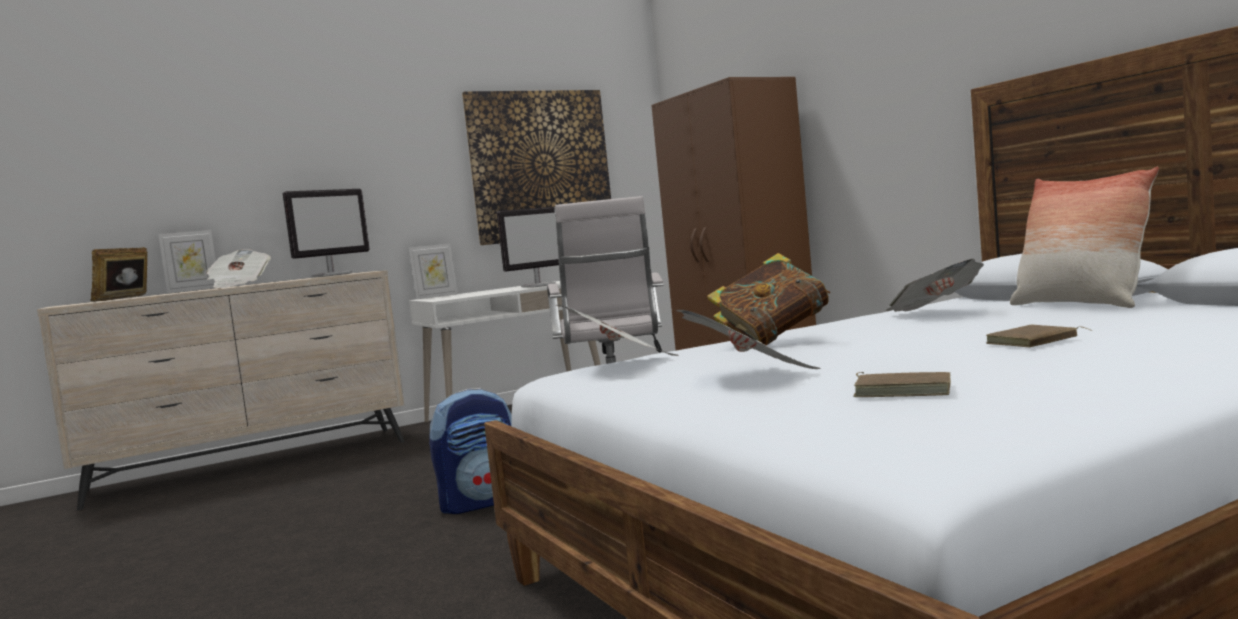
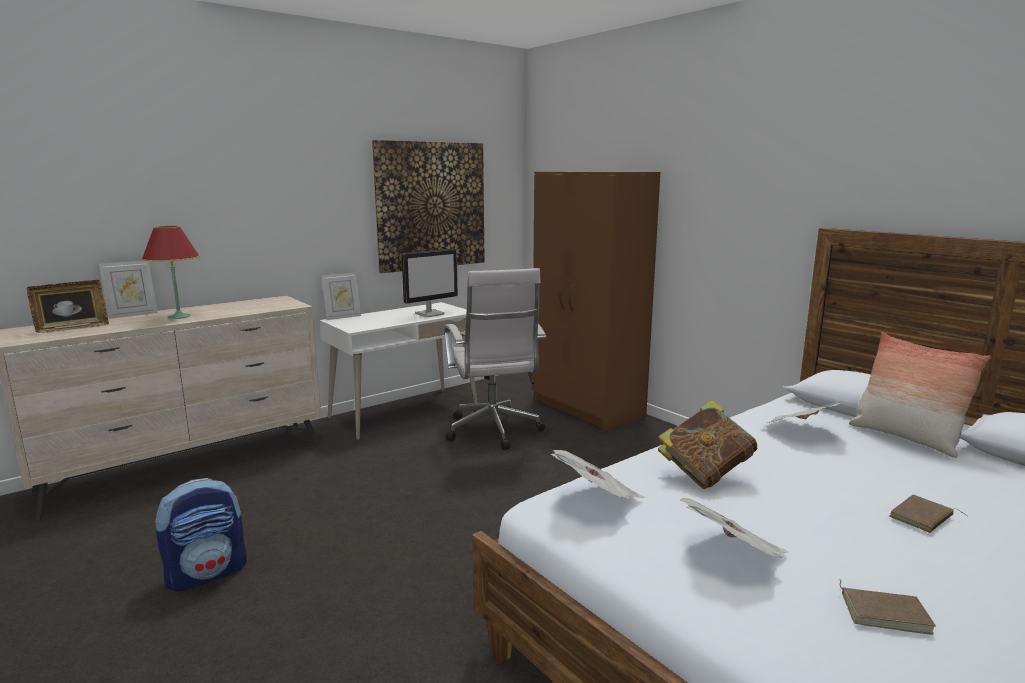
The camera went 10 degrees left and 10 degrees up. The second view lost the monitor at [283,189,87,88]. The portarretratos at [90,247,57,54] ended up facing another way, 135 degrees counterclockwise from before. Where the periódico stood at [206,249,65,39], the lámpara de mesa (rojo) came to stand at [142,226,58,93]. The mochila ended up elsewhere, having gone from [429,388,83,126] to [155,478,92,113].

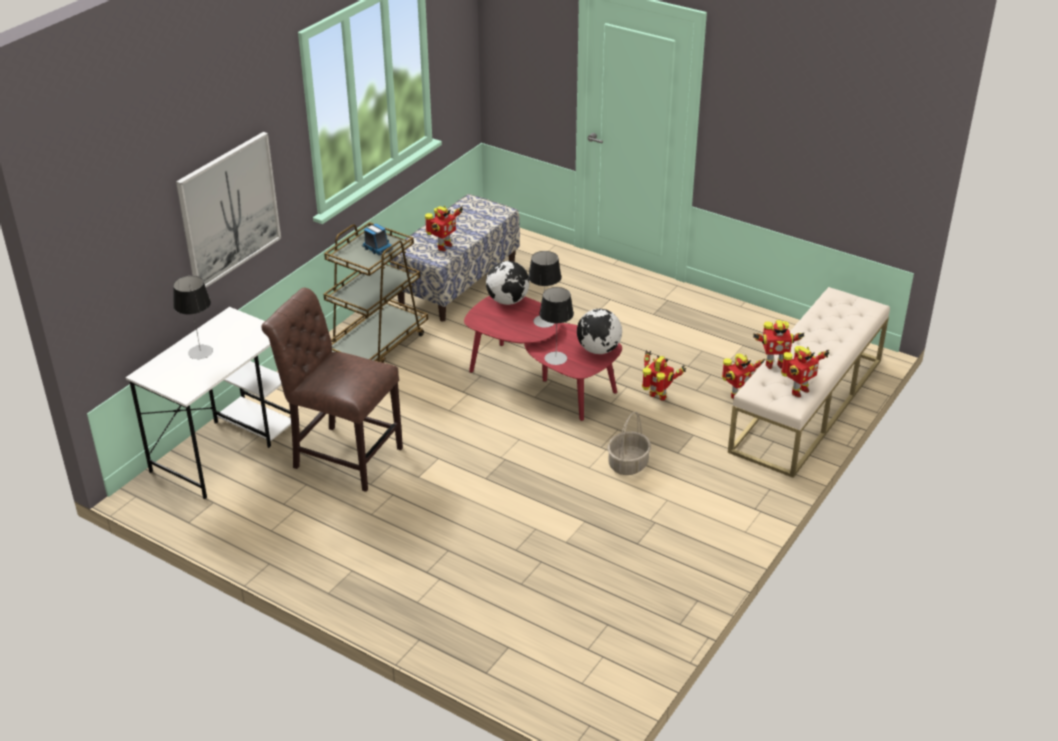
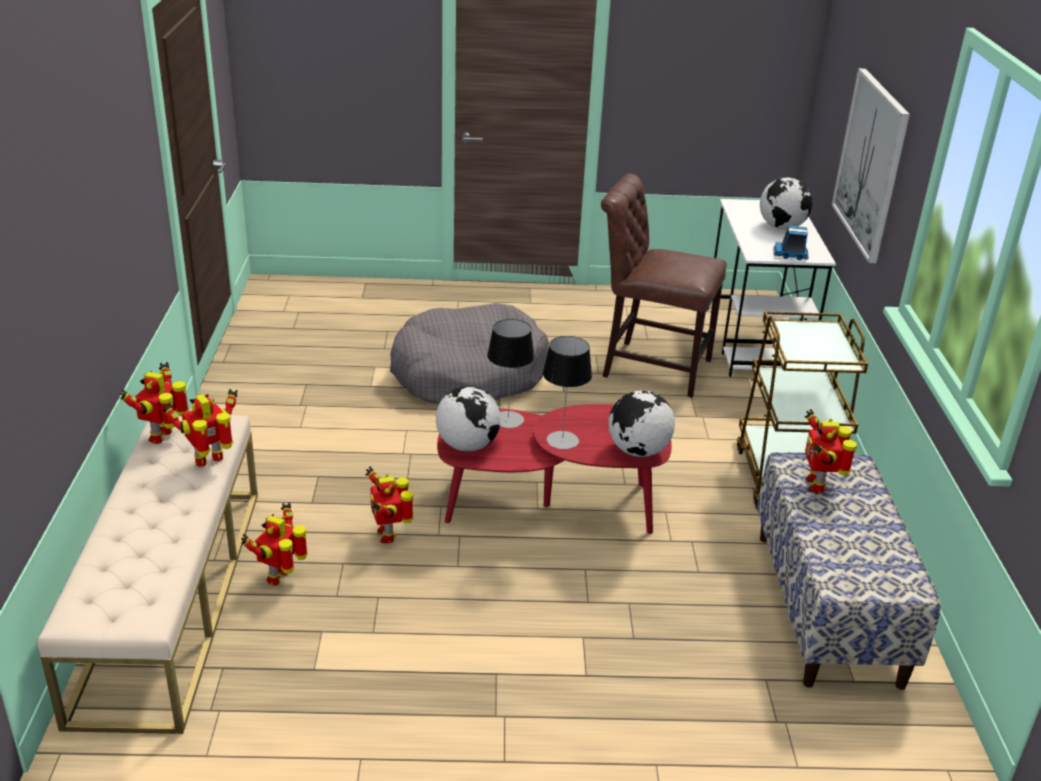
The camera went 145 degrees right and 5 degrees down. The camión de juguete ended up elsewhere, having gone from [362,224,31,32] to [773,226,36,34]. Where the lámpara de mesa stood at [173,276,40,83], the globo terráqueo came to stand at [760,177,52,53]. The silla (marrón) at [261,288,142,204] ended up facing another way, 150 degrees counterclockwise from before. The robot de juguete at [642,350,44,51] ended up facing another way, 75 degrees clockwise from before. The second view lost the cesta at [608,412,43,63]. The second view gained the cama para perro (gris) at [390,303,159,100].

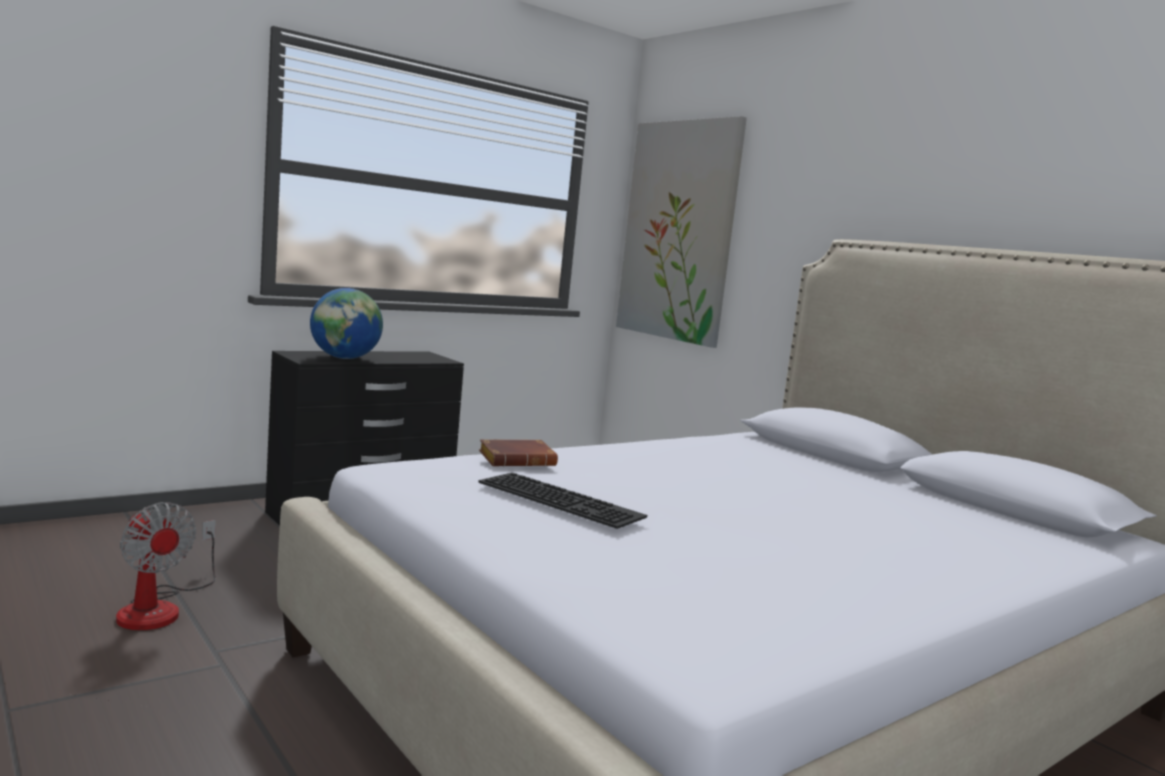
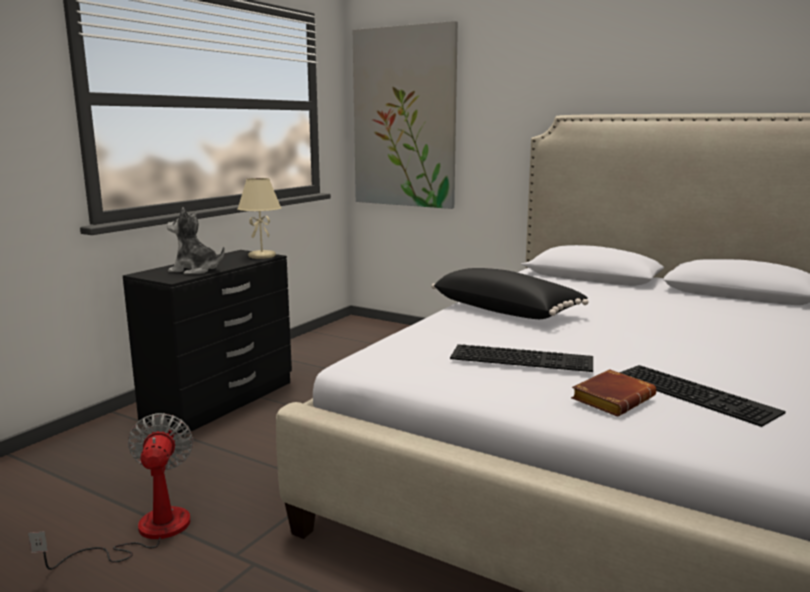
The camera went 20 degrees left and 5 degrees up. Where the globo terráqueo stood at [310,288,73,71], the peluche came to stand at [167,207,58,68]. The libro (marrón) ended up elsewhere, having gone from [479,439,79,28] to [571,369,85,47]. The ventilador at [116,502,100,128] ended up facing another way, 120 degrees counterclockwise from before. The second view gained the lámpara de mesa (beis) at [237,178,44,81]. The second view gained the cojín (negro) at [431,268,158,51]. The second view gained the teclado at [619,365,167,62].

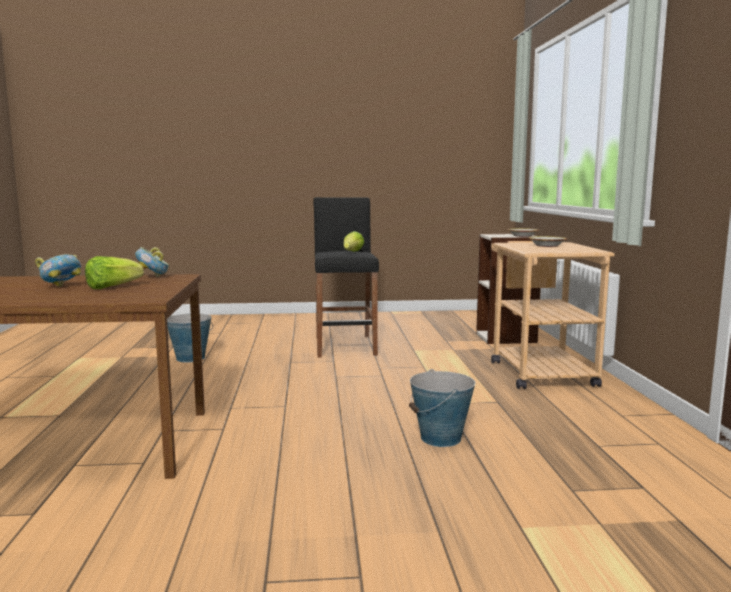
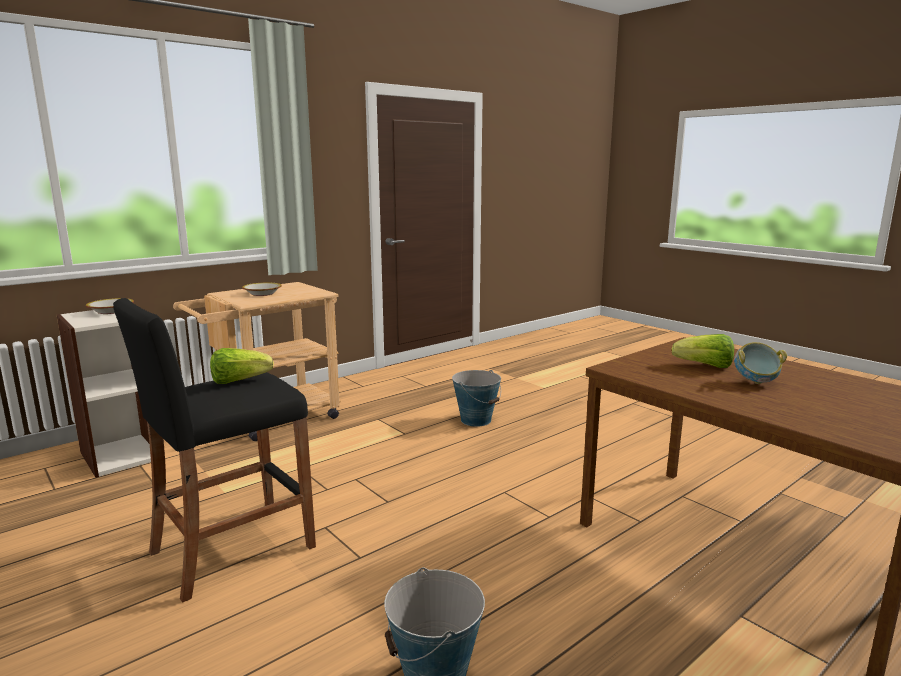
The camera went 125 degrees left and 5 degrees up. The second view lost the cuenco at [135,247,34,30].

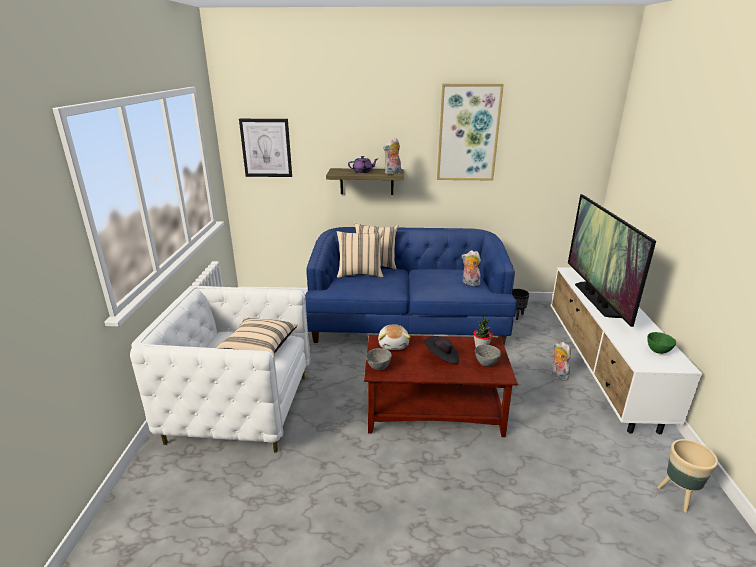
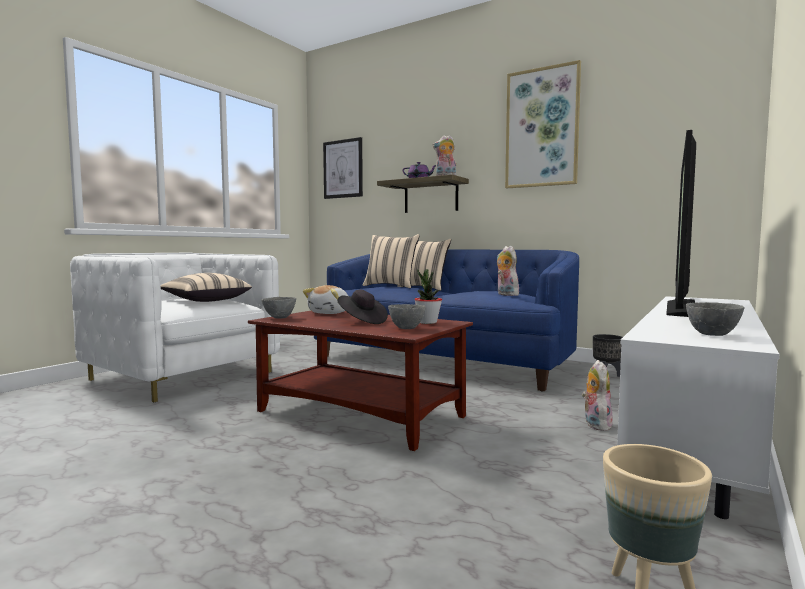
The camera went 30 degrees right and 20 degrees down. What was the cuenco (verde) at [648,332,28,22] turned into the cuenco (gris) at [686,302,58,34].

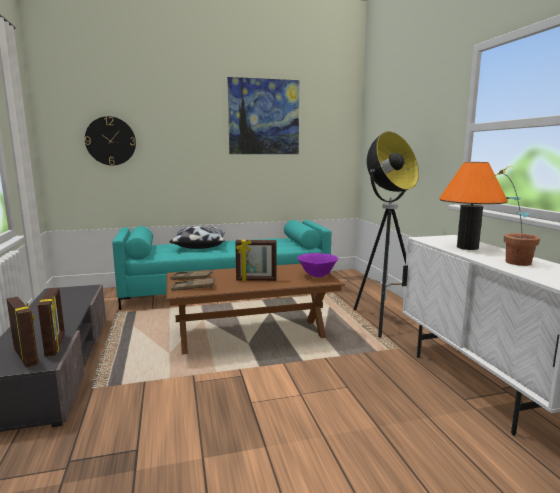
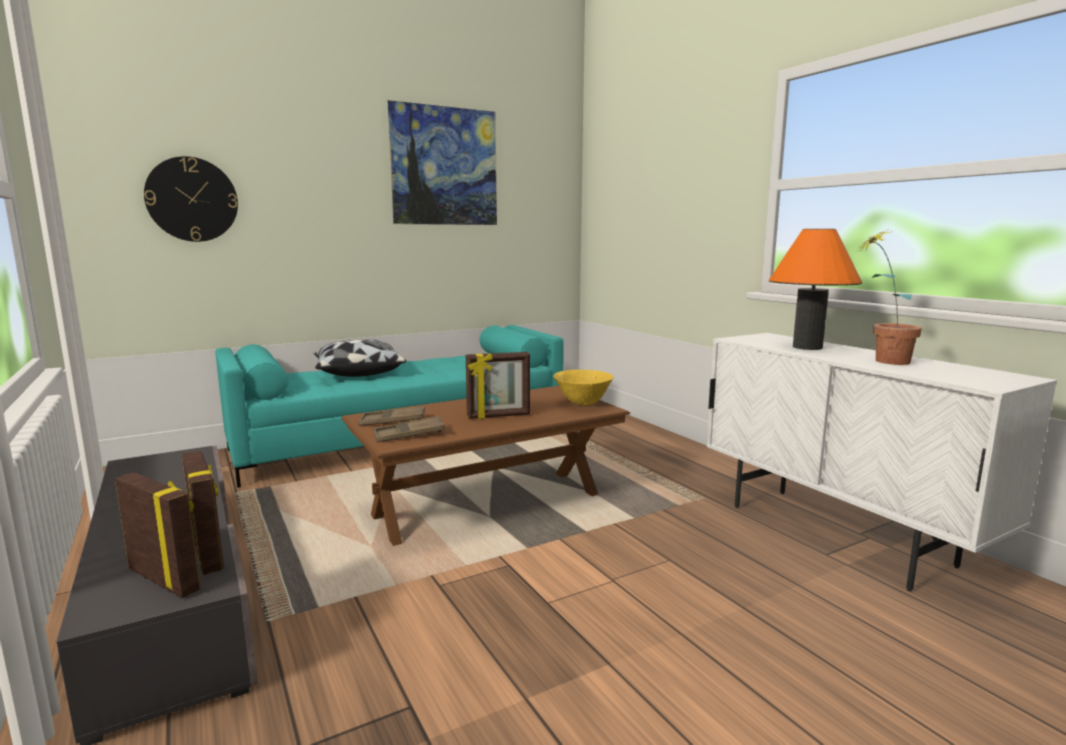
The camera went 15 degrees left and 0 degrees up. The second view lost the lámpara de pie at [354,131,65,207]. What was the cuenco (morado) at [298,253,40,24] turned into the cuenco (amarillo) at [553,370,60,35].

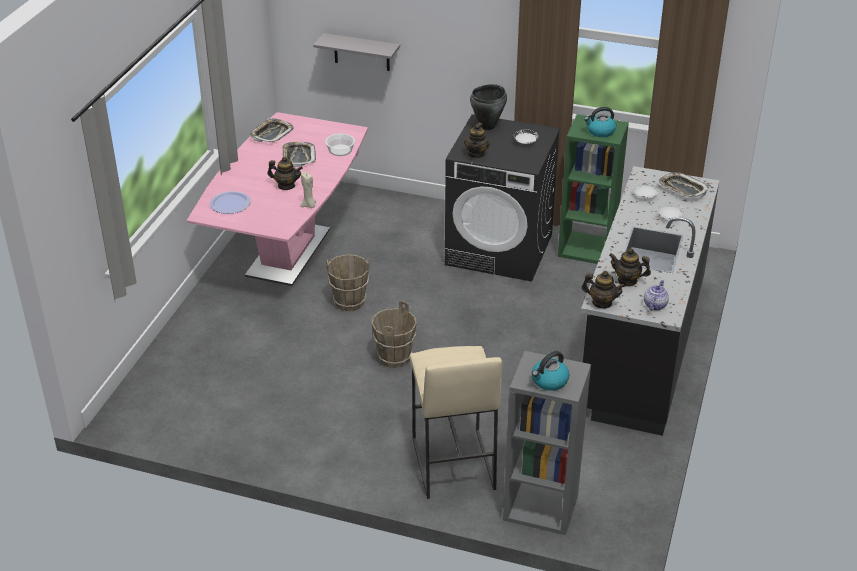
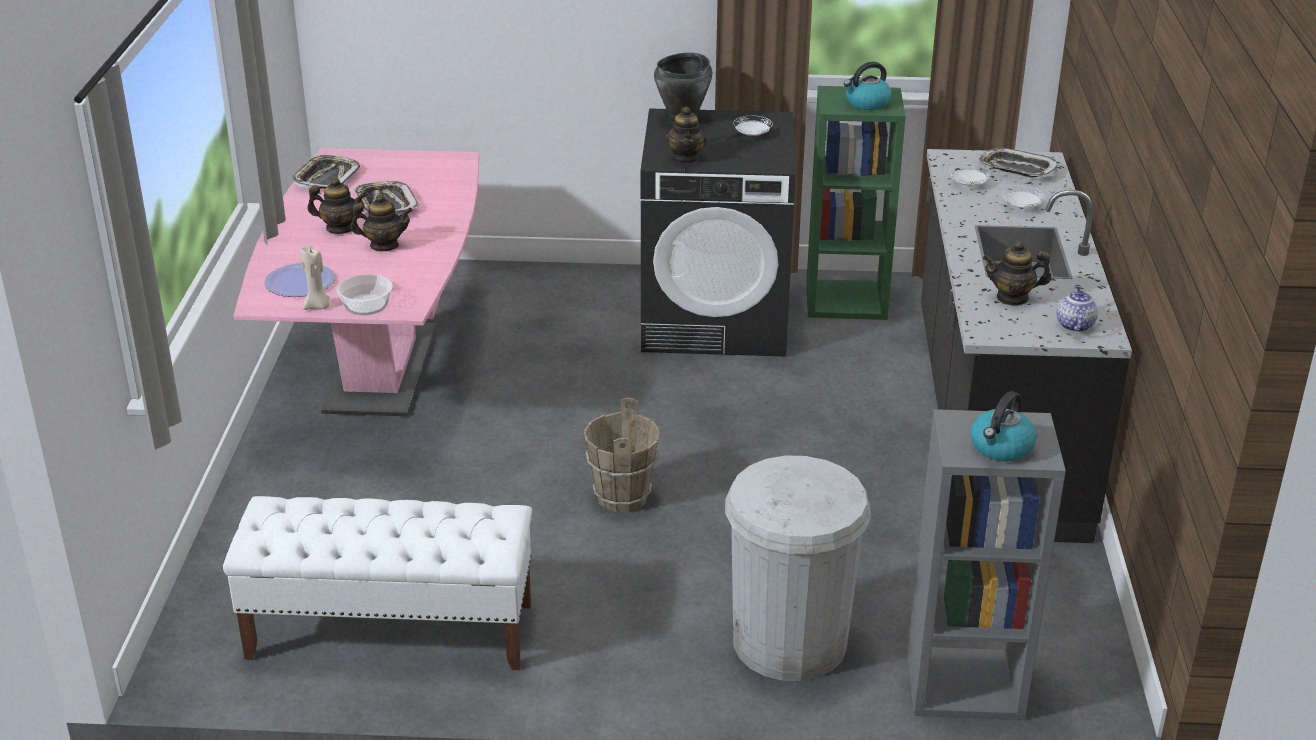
The camera went 15 degrees left and 5 degrees down. The second view lost the estante (gris) at [313,33,87,38]. The cuenco ended up elsewhere, having gone from [325,134,30,22] to [337,274,55,41]. The vela (beis) ended up elsewhere, having gone from [300,172,17,36] to [301,245,29,65]. The second view lost the cubo (marrón) at [326,254,43,57]. The tetera ended up elsewhere, having gone from [582,271,44,38] to [307,177,60,57]. Where the taburete (beis) stood at [410,346,92,153], the papelera (blanco) came to stand at [725,455,146,226]. The second view gained the banco (blanco) at [223,496,309,174].

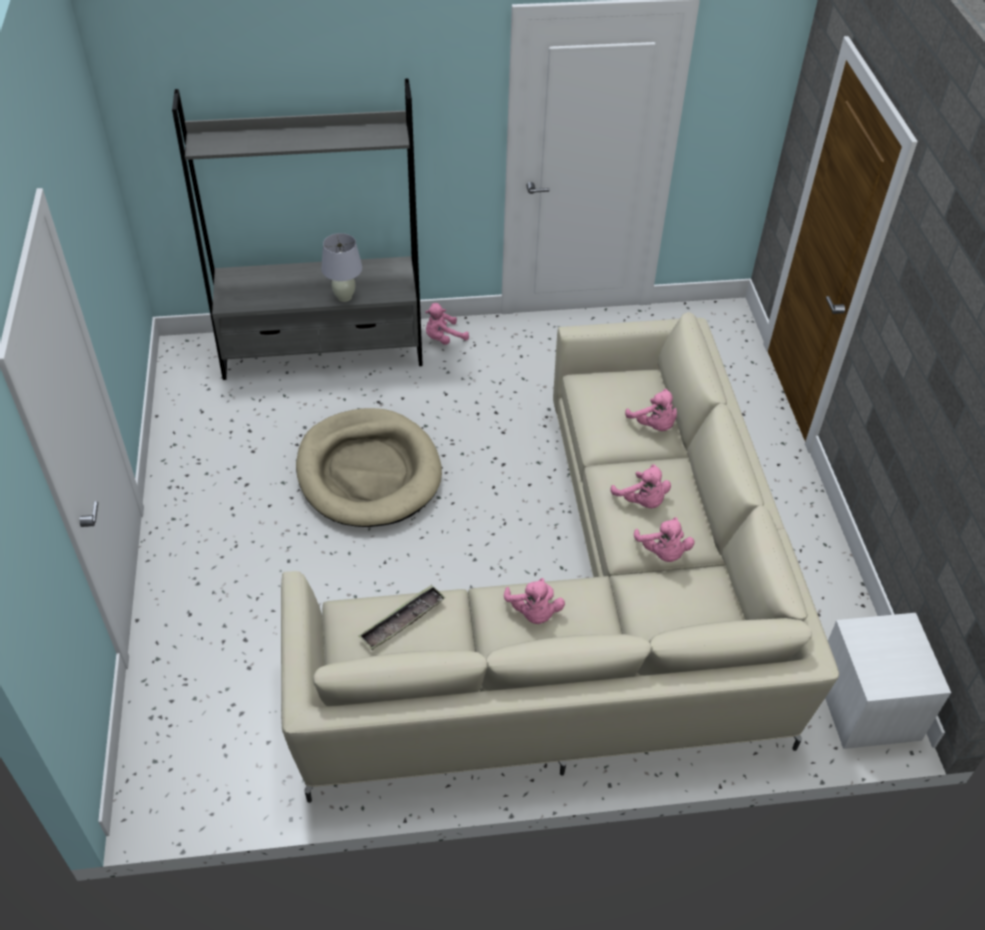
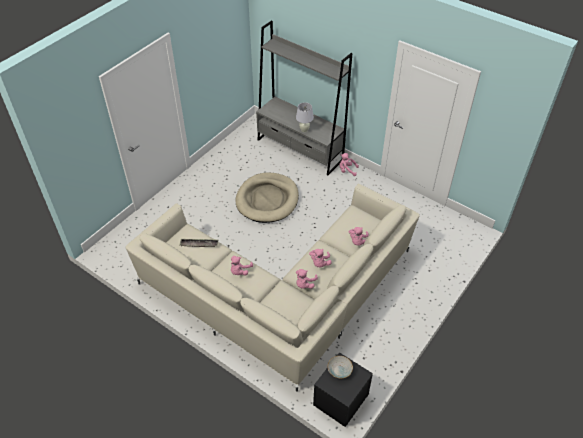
The camera went 45 degrees right and 0 degrees up. What was the mesita de noche (blanco) at [825,613,126,136] turned into the mesita de noche (negro) at [313,352,60,75]. The second view gained the cuenco at [328,356,25,23].

